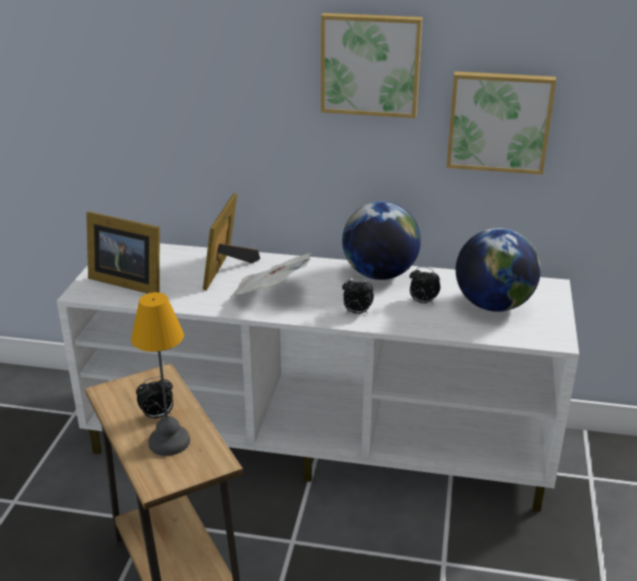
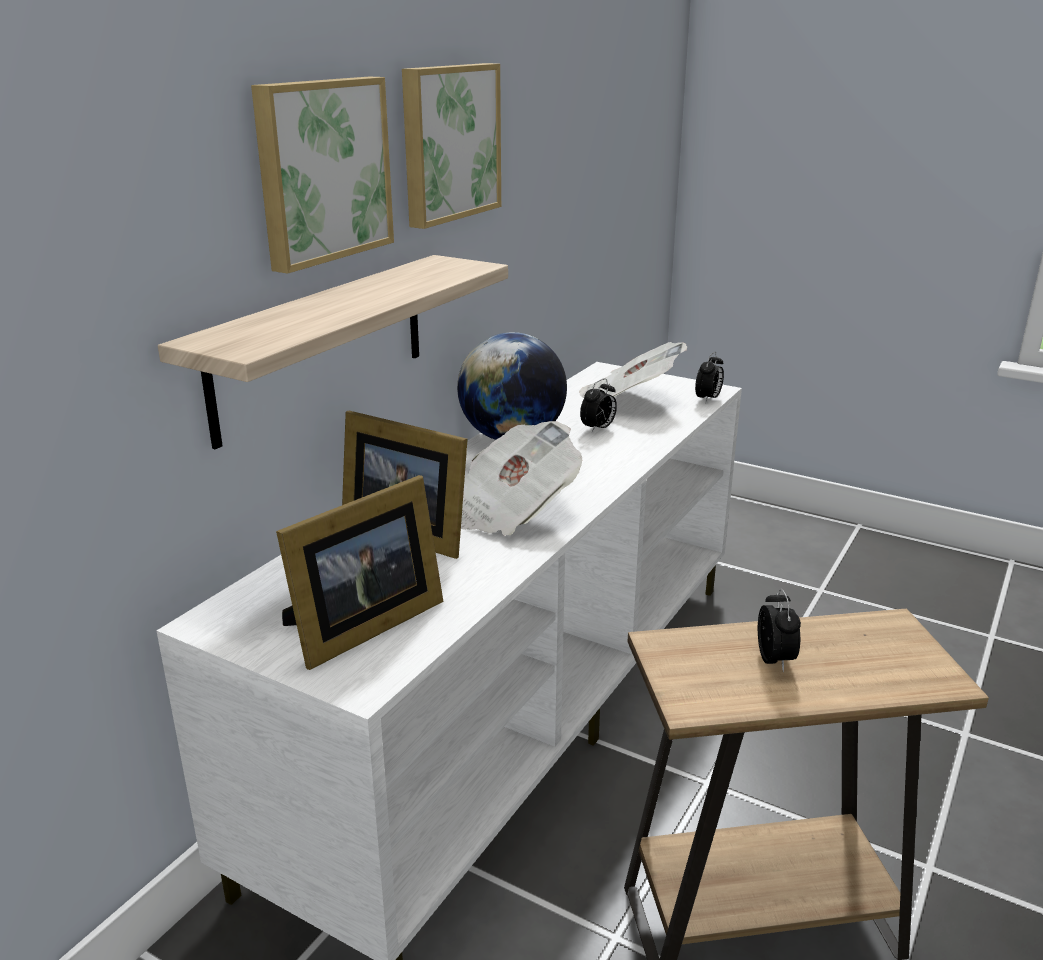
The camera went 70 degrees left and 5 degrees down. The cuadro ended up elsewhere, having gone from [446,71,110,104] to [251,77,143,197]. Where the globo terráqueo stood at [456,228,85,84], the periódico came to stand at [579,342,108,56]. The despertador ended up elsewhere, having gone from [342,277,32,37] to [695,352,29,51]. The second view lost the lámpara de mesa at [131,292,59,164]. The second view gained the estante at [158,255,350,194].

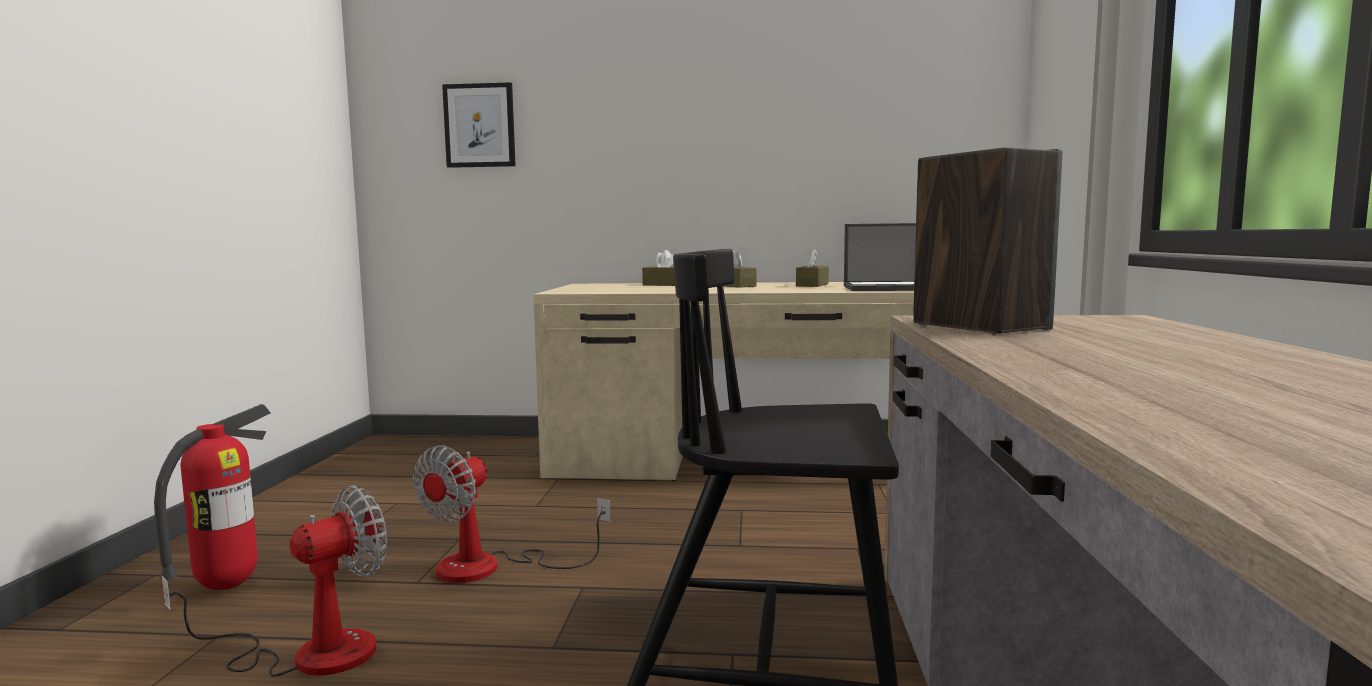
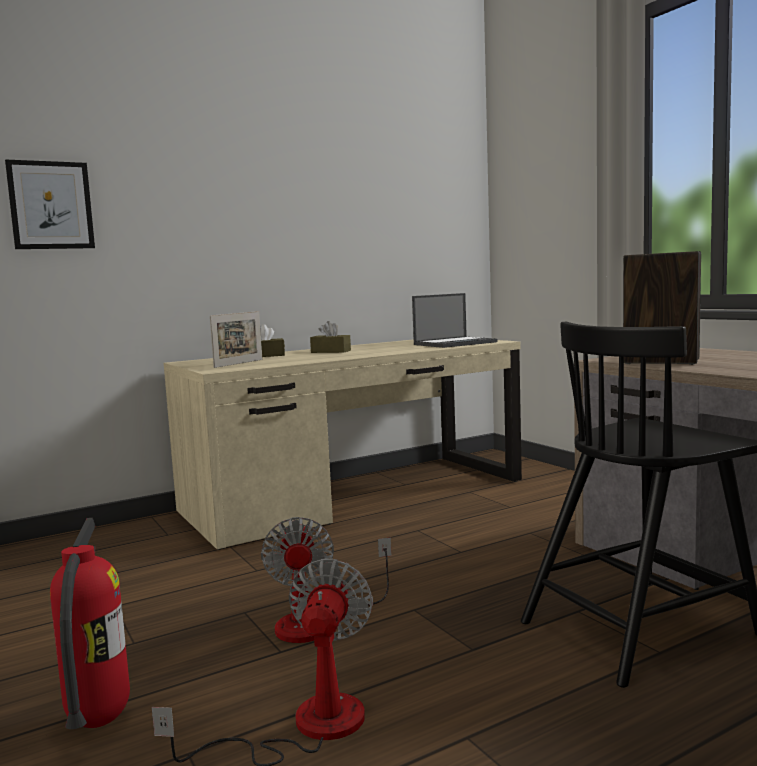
The camera went 35 degrees left and 0 degrees up. The second view lost the caja de pañuelos (marrón) at [796,249,33,38]. The second view gained the portarretratos at [210,311,52,57].

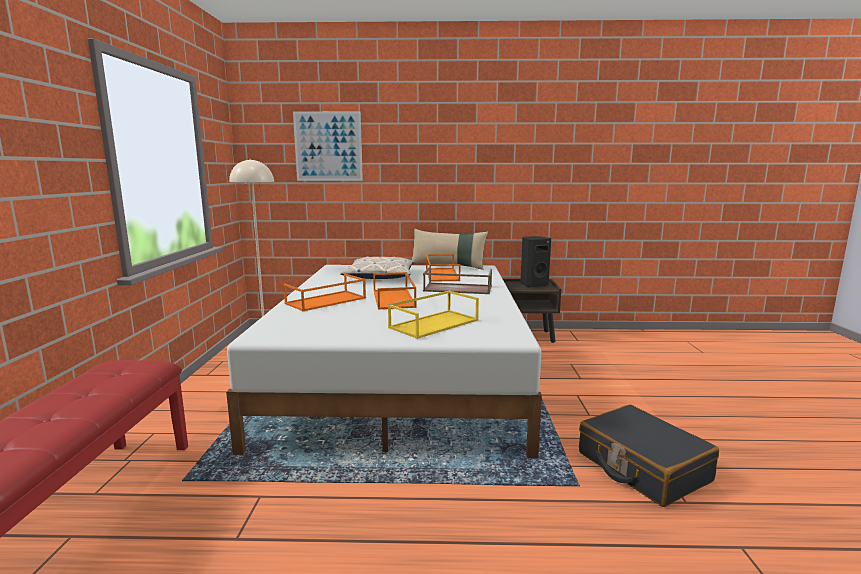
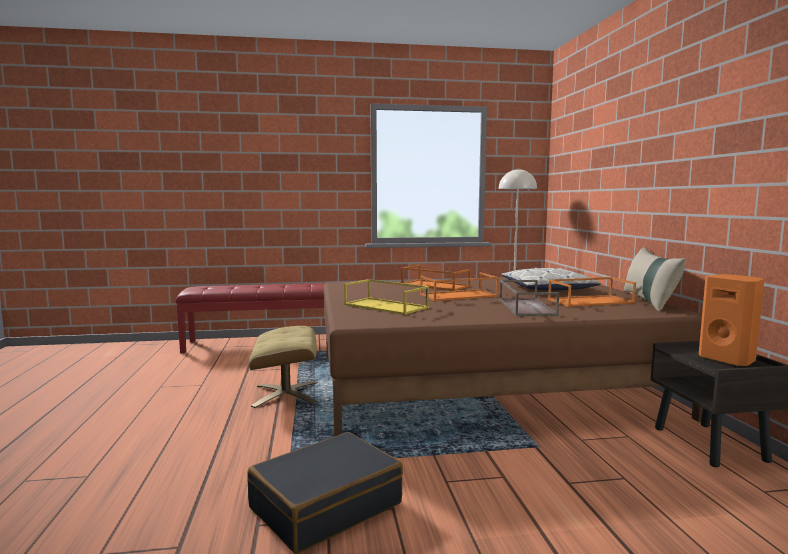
The camera went 80 degrees right and 5 degrees down. The second view lost the cuadro at [293,111,70,70]. What was the altavoz (negro) at [520,236,31,52] turned into the altavoz (naranja) at [699,274,65,93]. What was the cama (blanco) at [226,265,316,194] turned into the cama (marrón) at [323,278,380,159]. The second view gained the puf (beis) at [249,326,69,82].

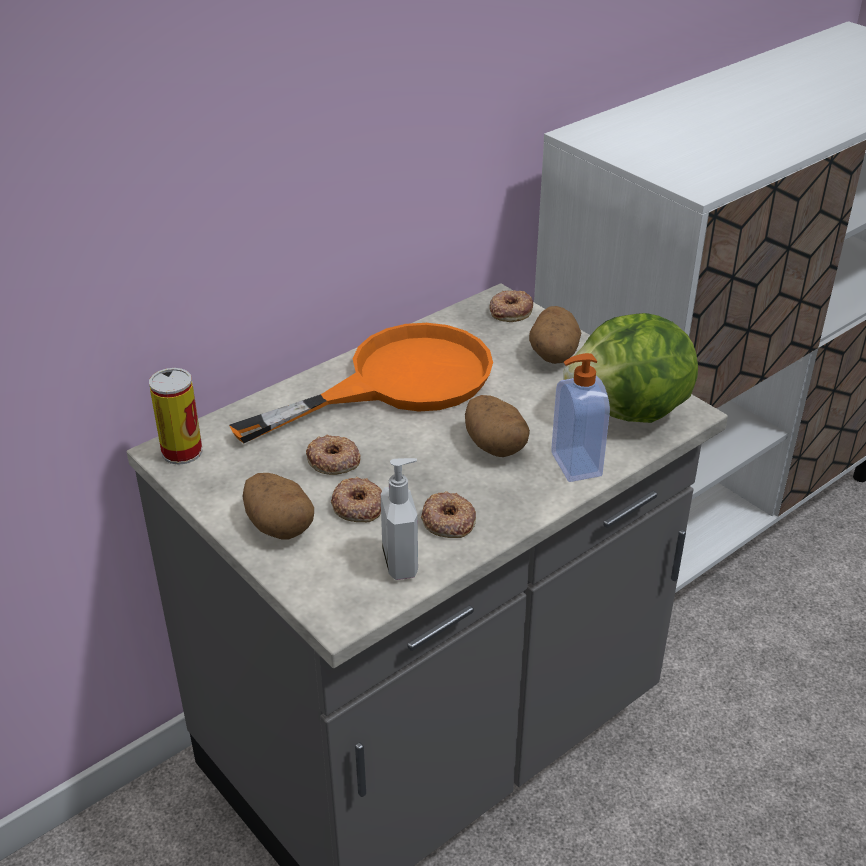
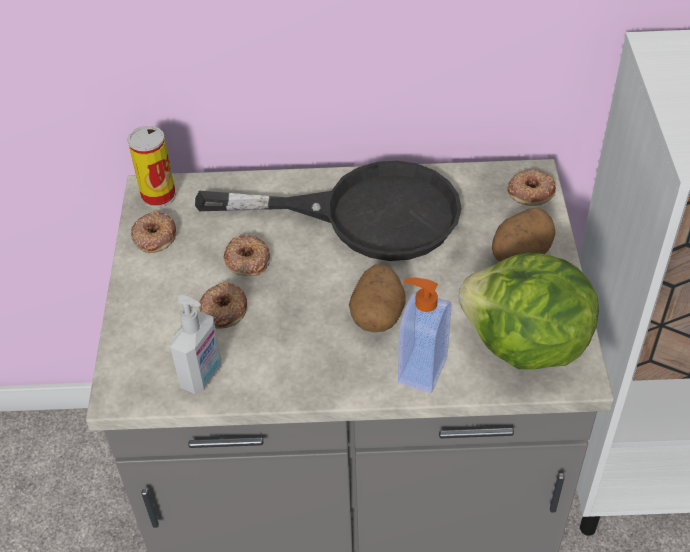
The camera went 40 degrees right and 10 degrees up. What was the sartén (naranja) at [229,323,264,120] turned into the sartén (negro) at [195,161,267,100]. The second view lost the patata at [242,473,72,67]. The rosquilla ended up elsewhere, having gone from [421,491,55,47] to [131,211,45,42].

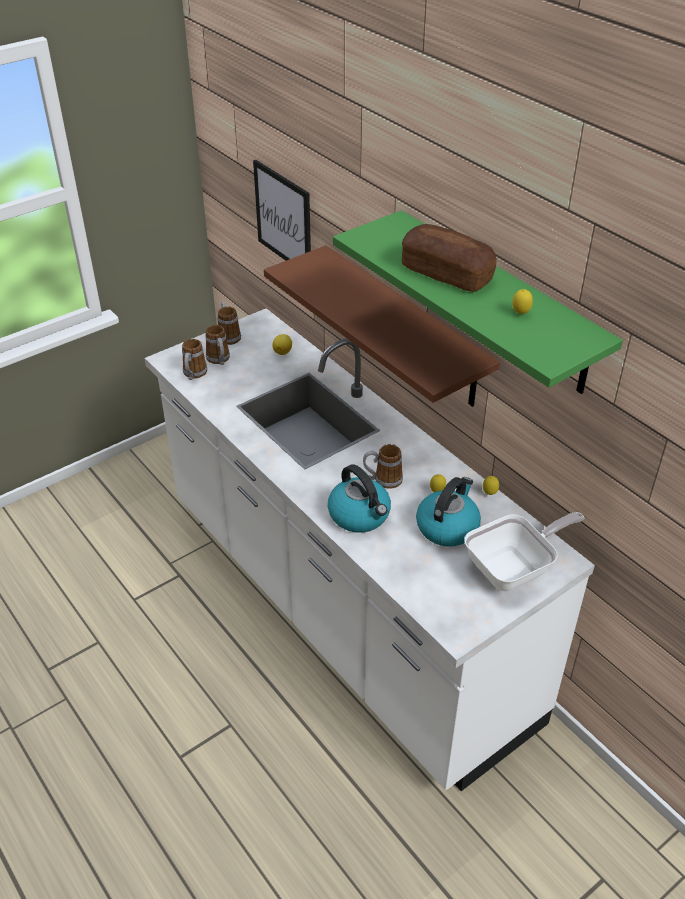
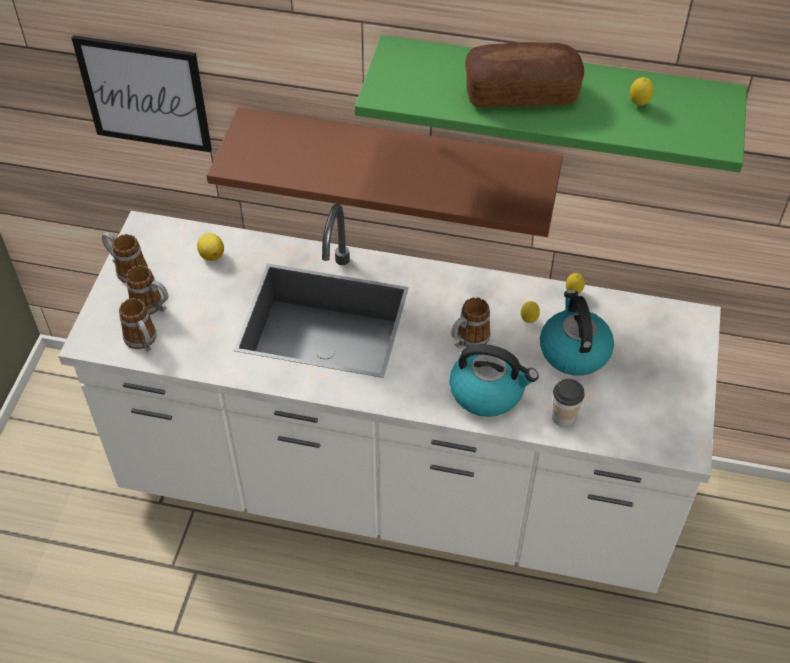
The camera went 40 degrees left and 10 degrees up. The second view lost the sartén at [464,512,120,79]. The second view gained the taza at [552,379,33,48].

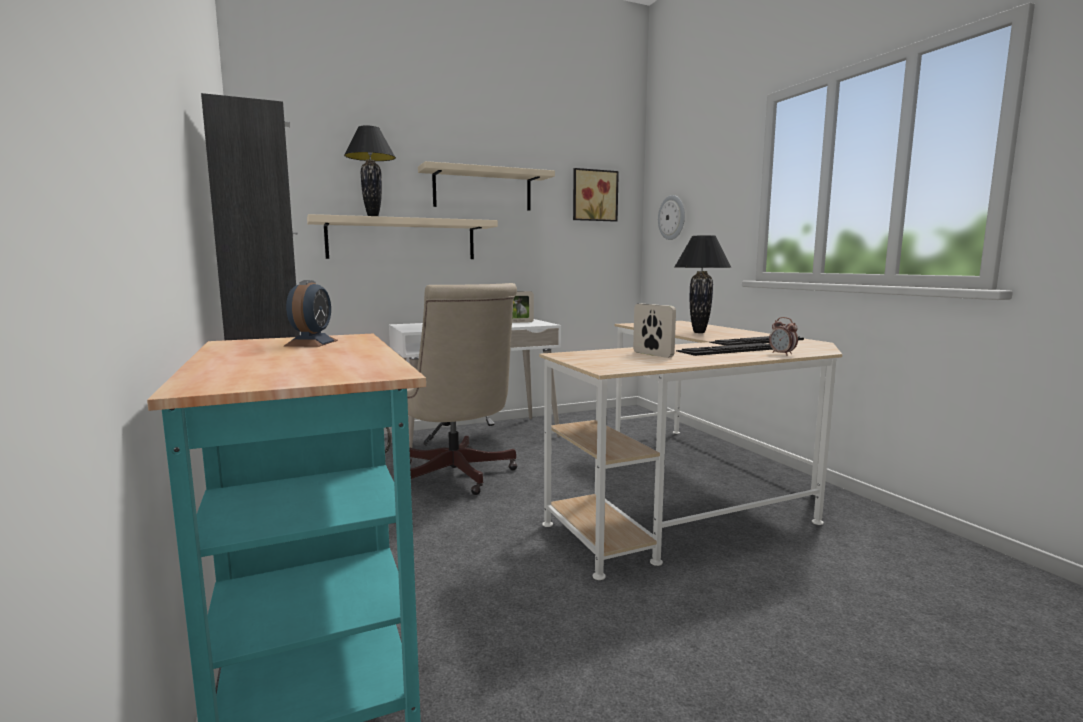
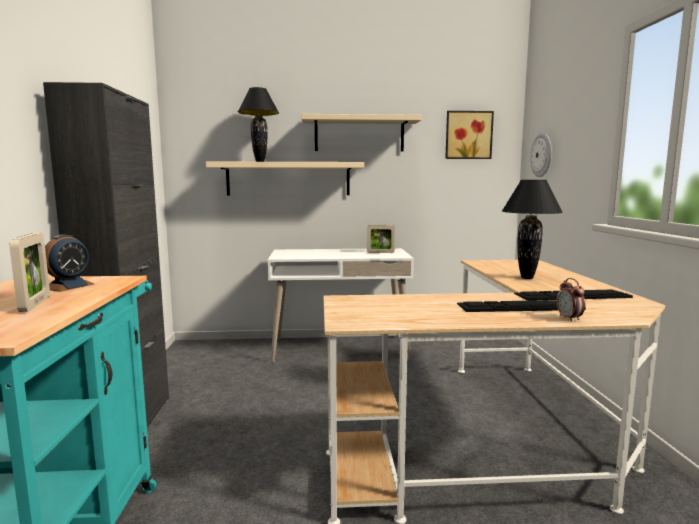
The camera went 20 degrees right and 0 degrees up. The second view lost the silla de oficina (beis) at [407,283,111,212]. The portarretratos ended up elsewhere, having gone from [633,304,43,54] to [9,233,41,79].

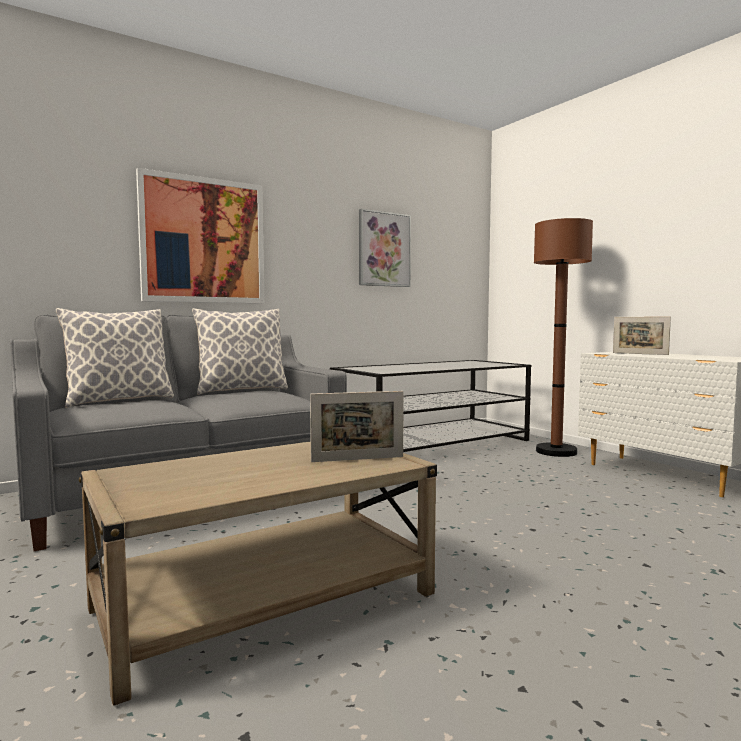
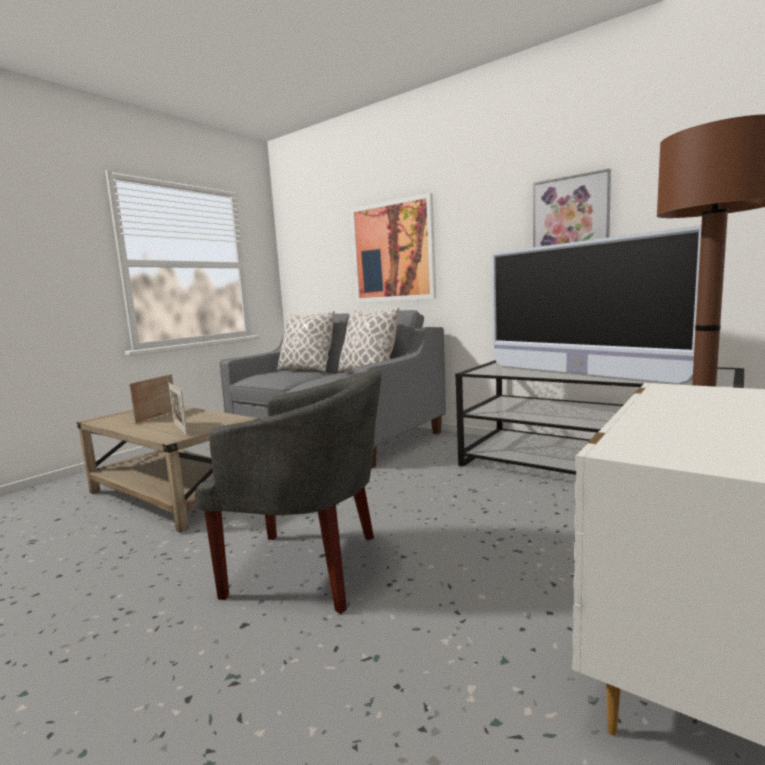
The camera went 70 degrees right and 5 degrees up. The portarretratos ended up elsewhere, having gone from [613,317,58,38] to [129,374,44,50]. The second view gained the televisor at [492,225,210,159]. The second view gained the sillón (gris) at [195,369,186,245].

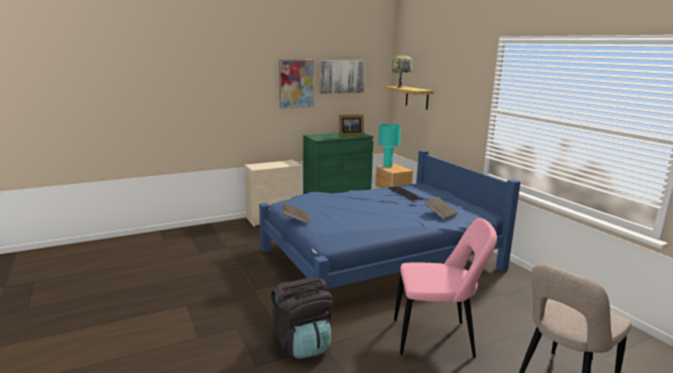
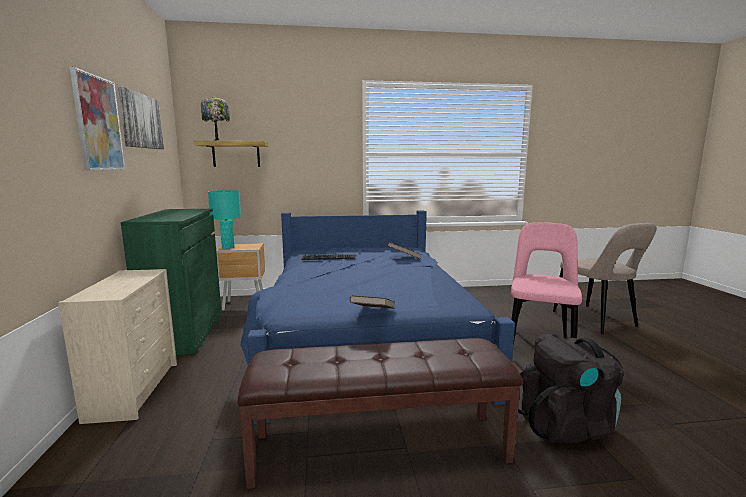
The camera went 70 degrees left and 5 degrees down. The second view lost the portarretratos at [339,114,25,22]. The second view gained the banco (marrón) at [237,338,286,151].

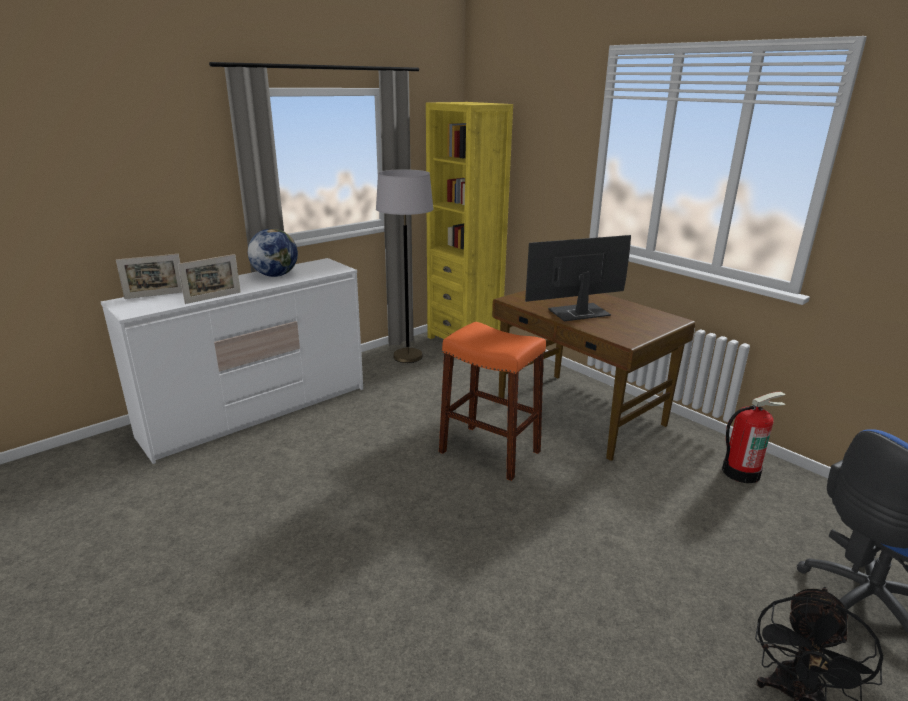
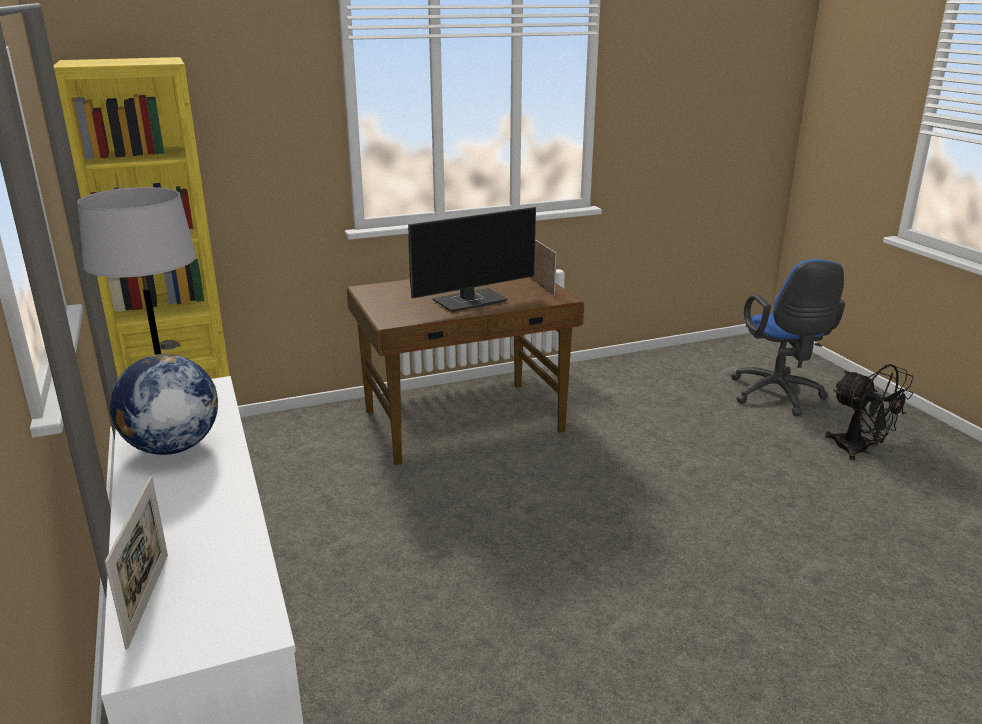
The camera went 70 degrees left and 0 degrees up. The monitor at [525,235,106,86] ended up facing another way, 120 degrees counterclockwise from before. The portarretratos ended up elsewhere, having gone from [178,254,63,50] to [529,239,27,57]. The second view lost the taburete (naranja) at [439,322,107,159]. The second view lost the extintor at [722,392,64,91].

